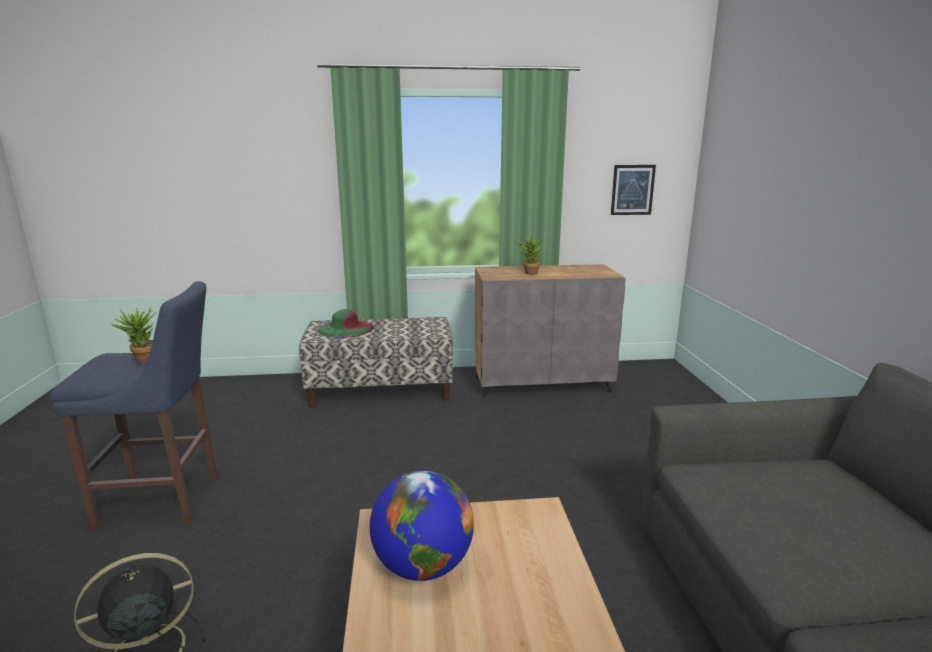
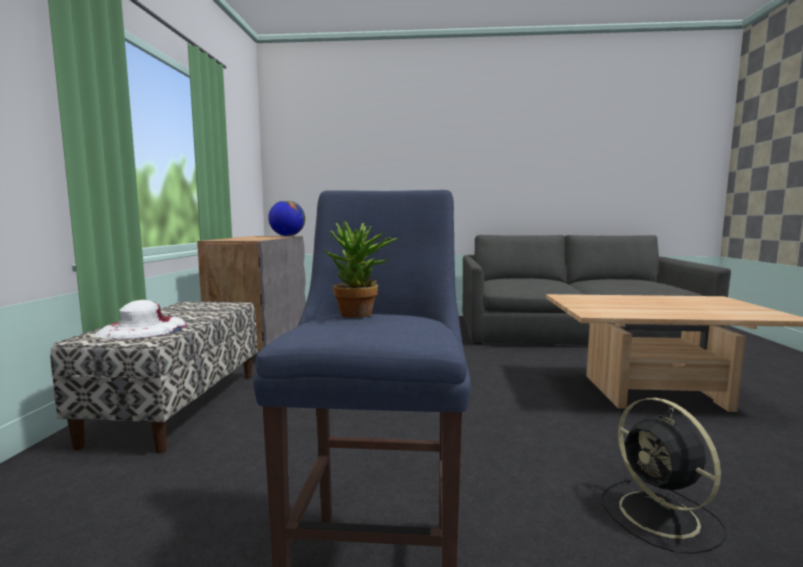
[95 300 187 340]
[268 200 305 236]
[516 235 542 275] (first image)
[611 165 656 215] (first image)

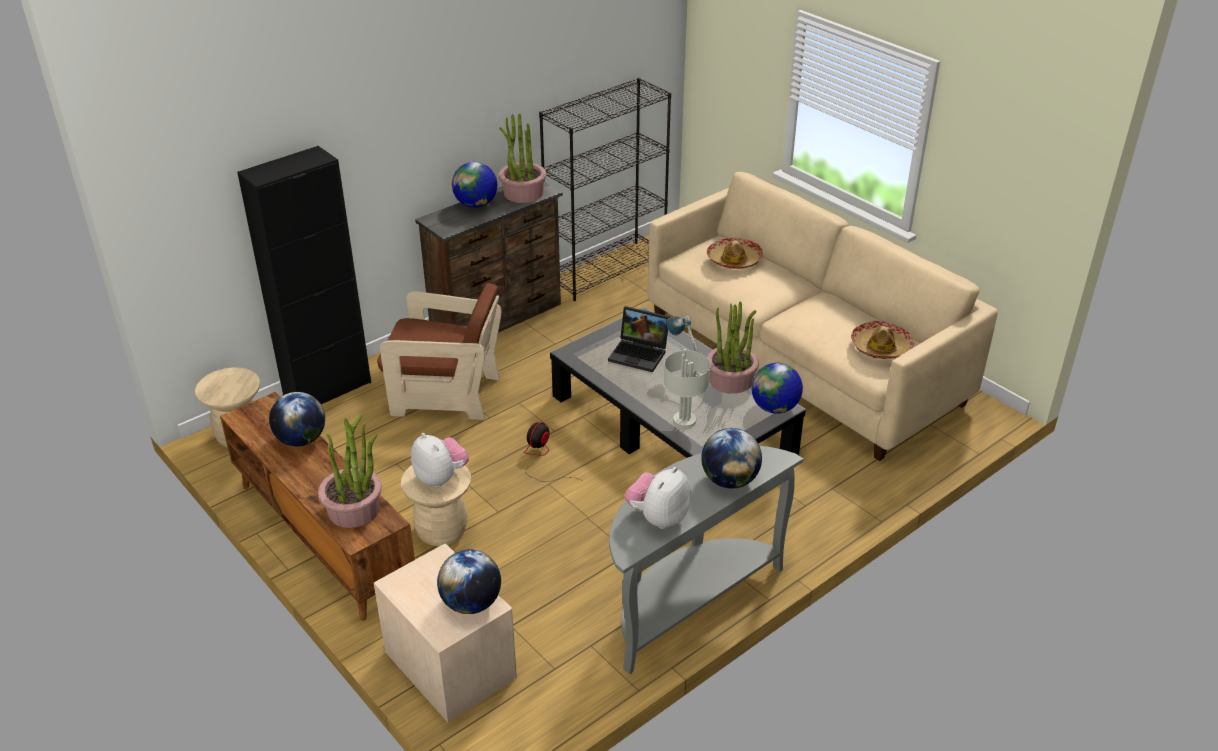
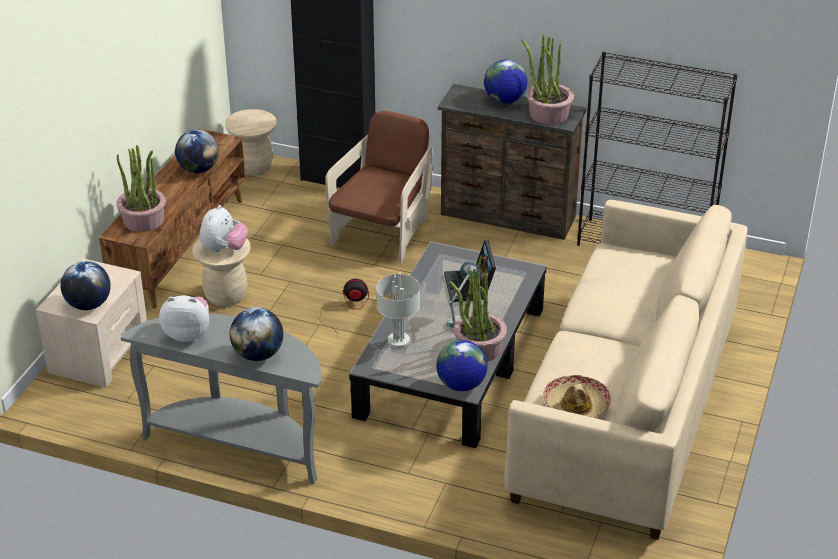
[325 111 433 263]
[707 238 763 269] (first image)

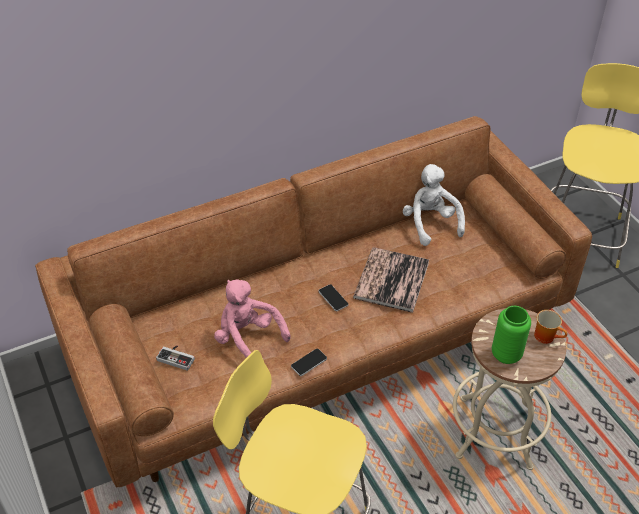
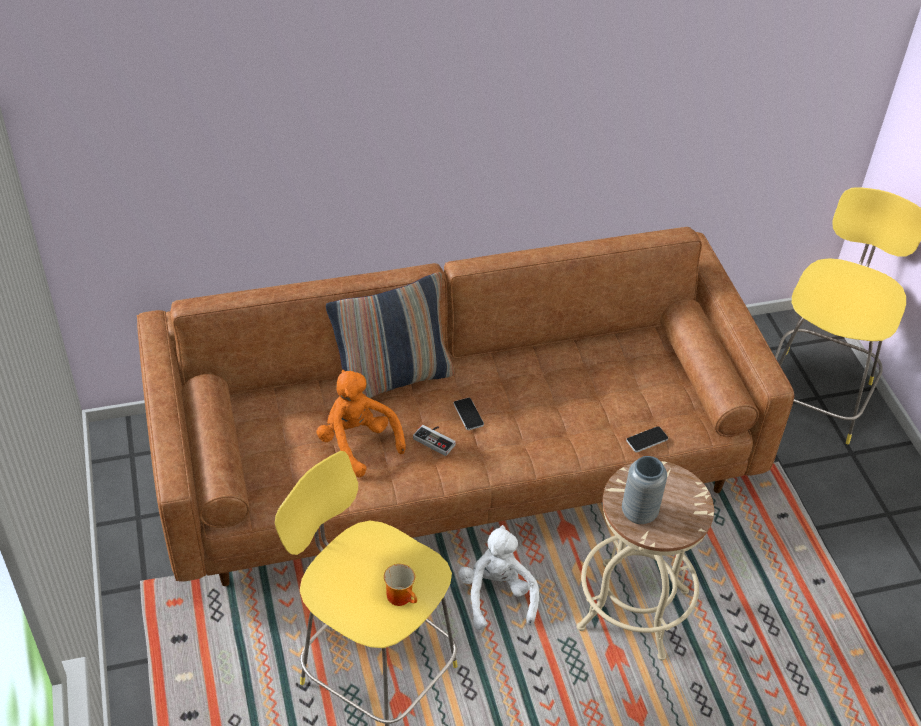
[316 370 406 477]
[326 272 455 398]
[384 564 417 606]
[413 425 456 456]
[458 525 539 630]
[622 456 667 524]
[626 426 668 452]
[353 247 429 313] (first image)

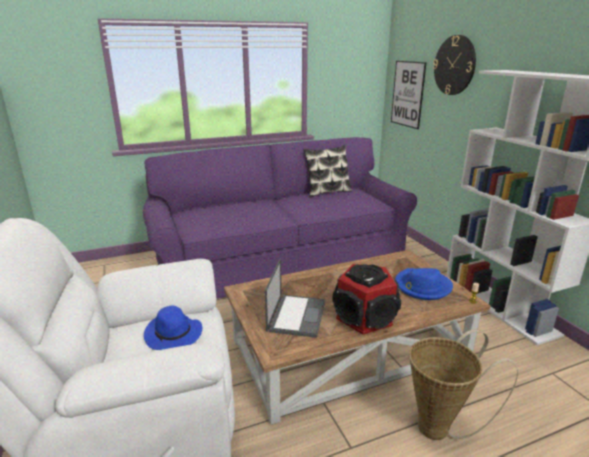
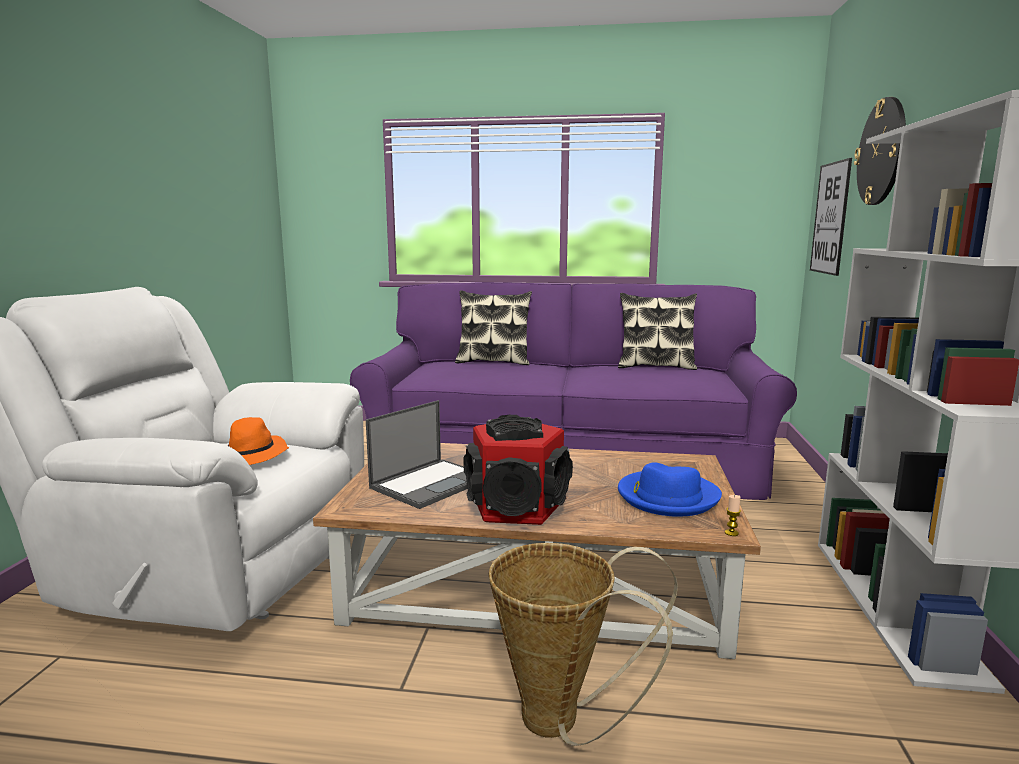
[227 417 289 465]
[455 290 532 365]

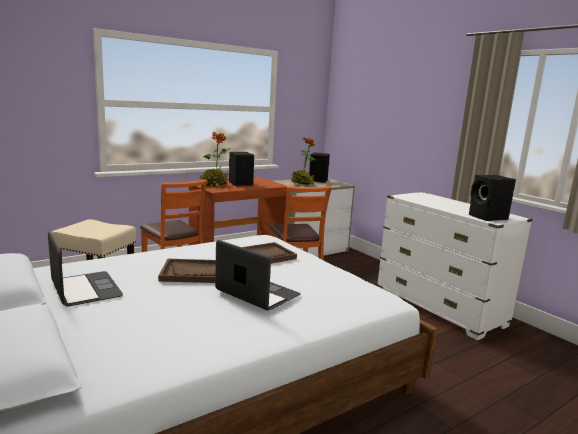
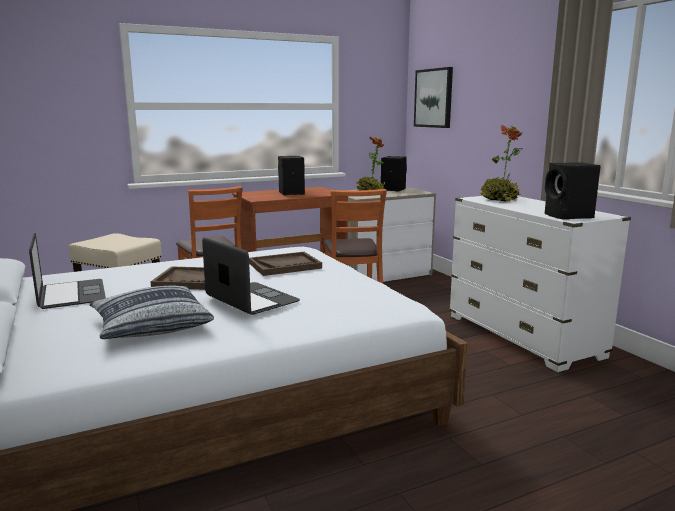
[90 286 214 339]
[414 67 453 128]
[480 125 523 202]

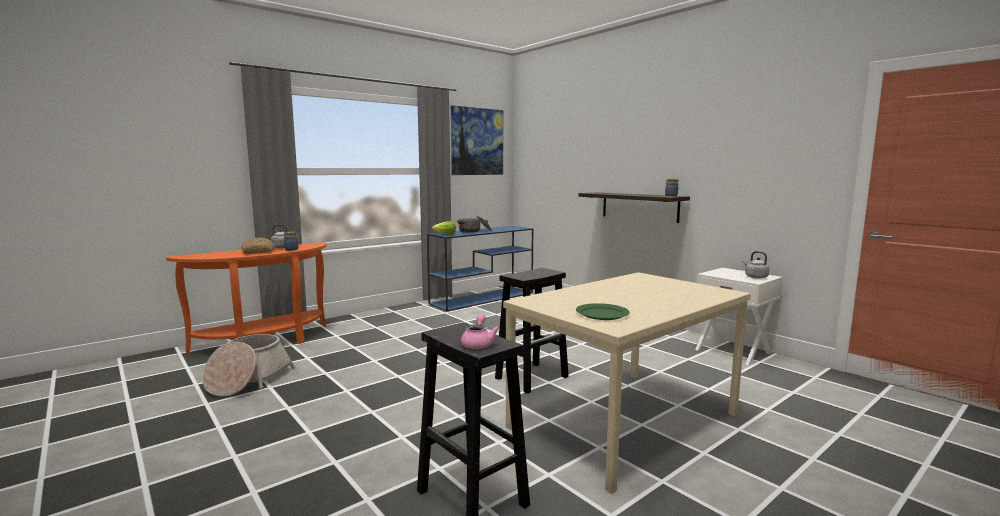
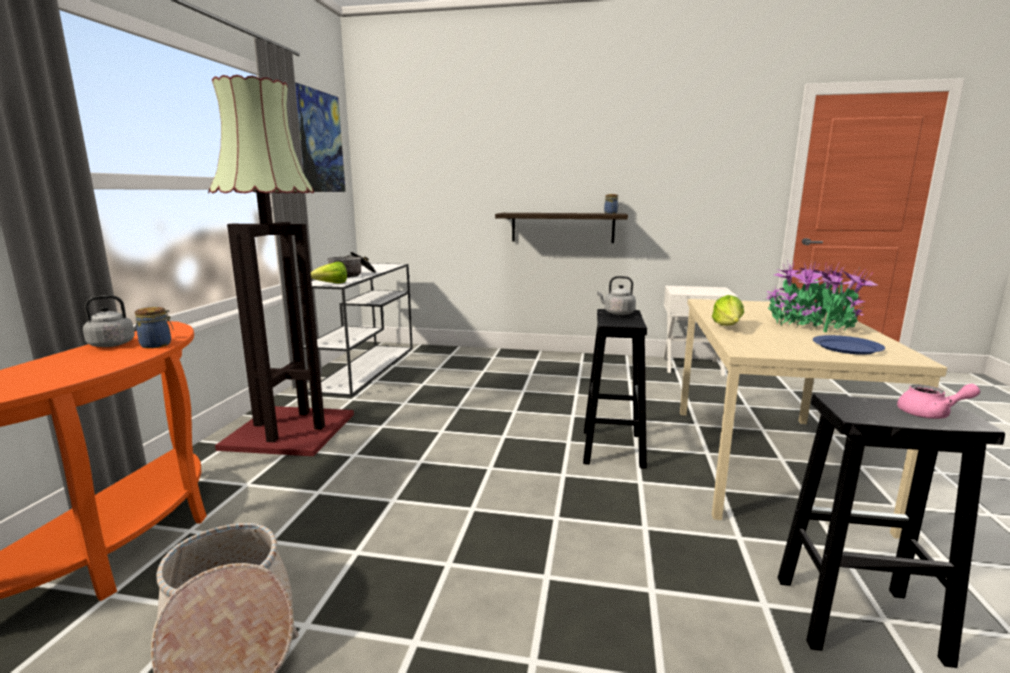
[208 75 354 456]
[297 263 413 397]
[597 276 636 315]
[712 295 744 326]
[766 260 877 332]
[813 335 885 355]
[897 384 980 419]
[241 237 275 254] (first image)

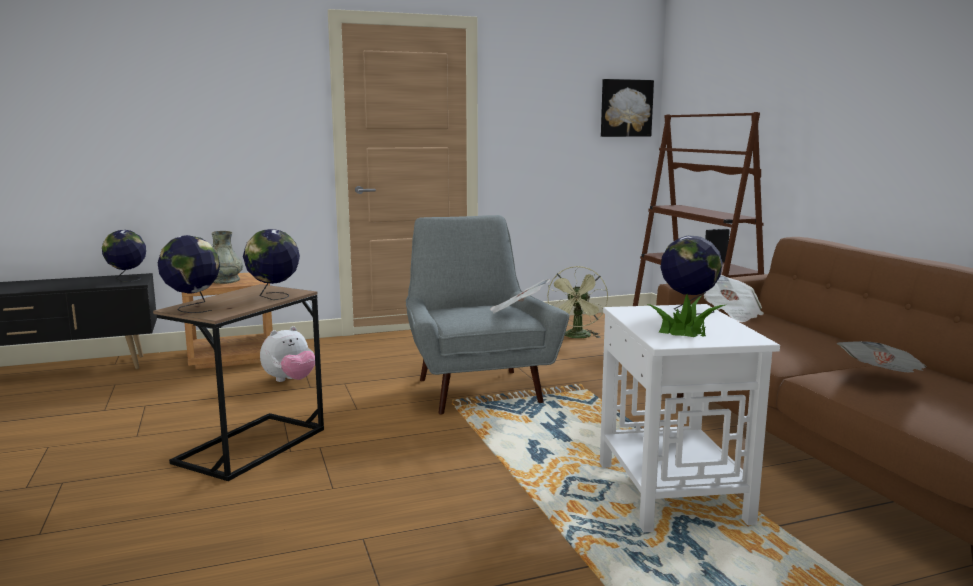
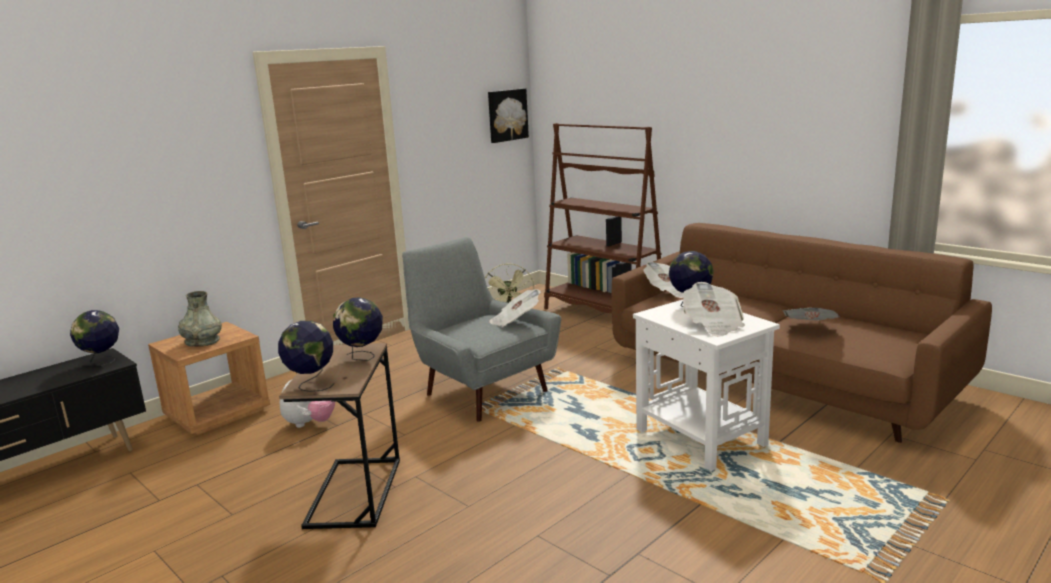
[683 282 745 337]

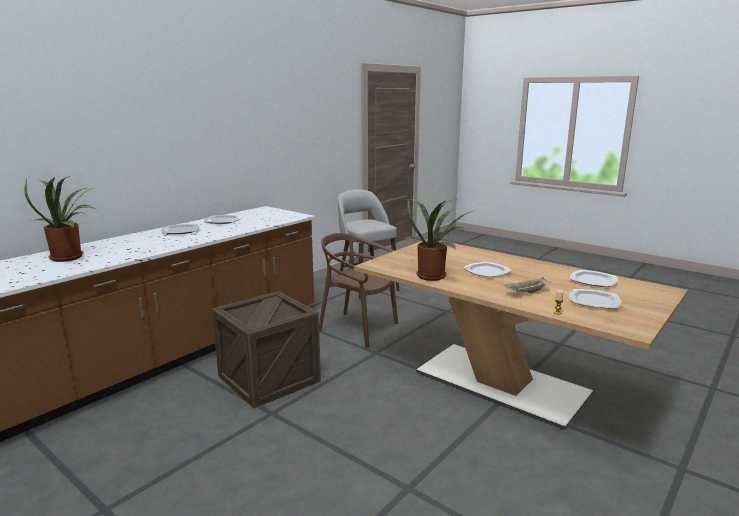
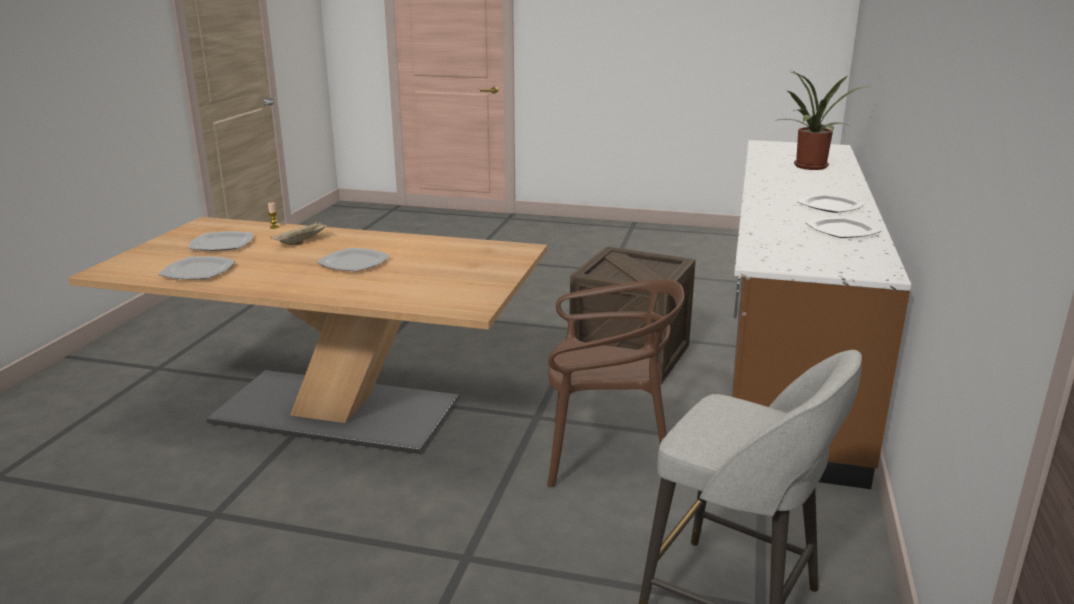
[405 199 474 281] (first image)

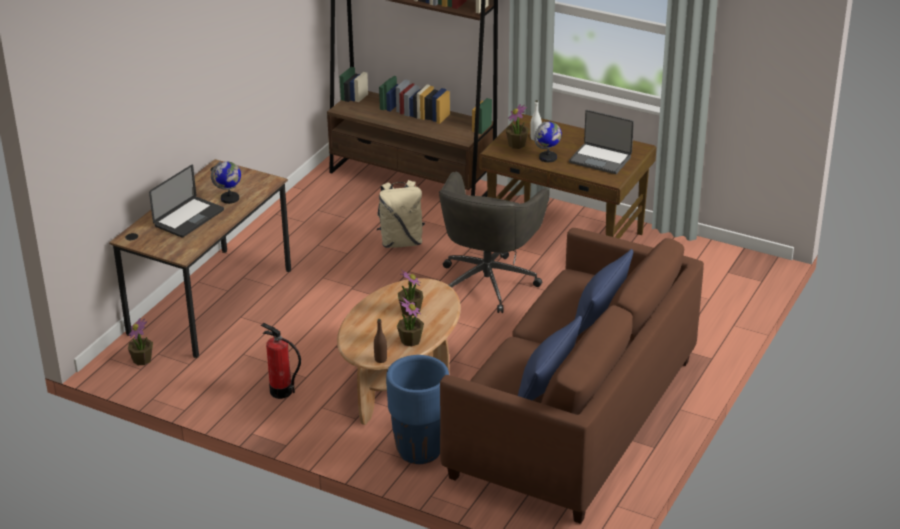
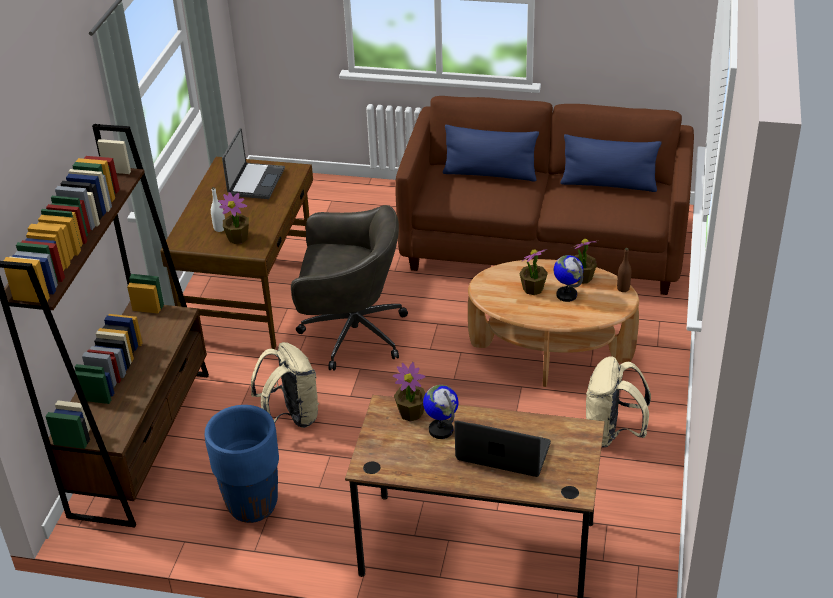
[205 405 279 523]
[393 362 426 422]
[554 255 583 302]
[586 356 651 448]

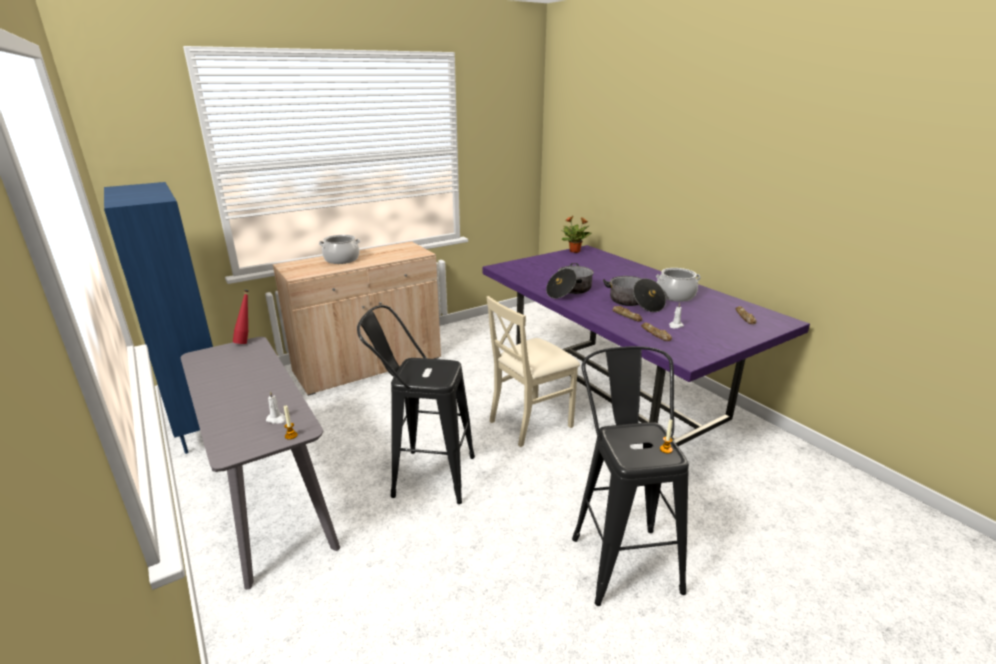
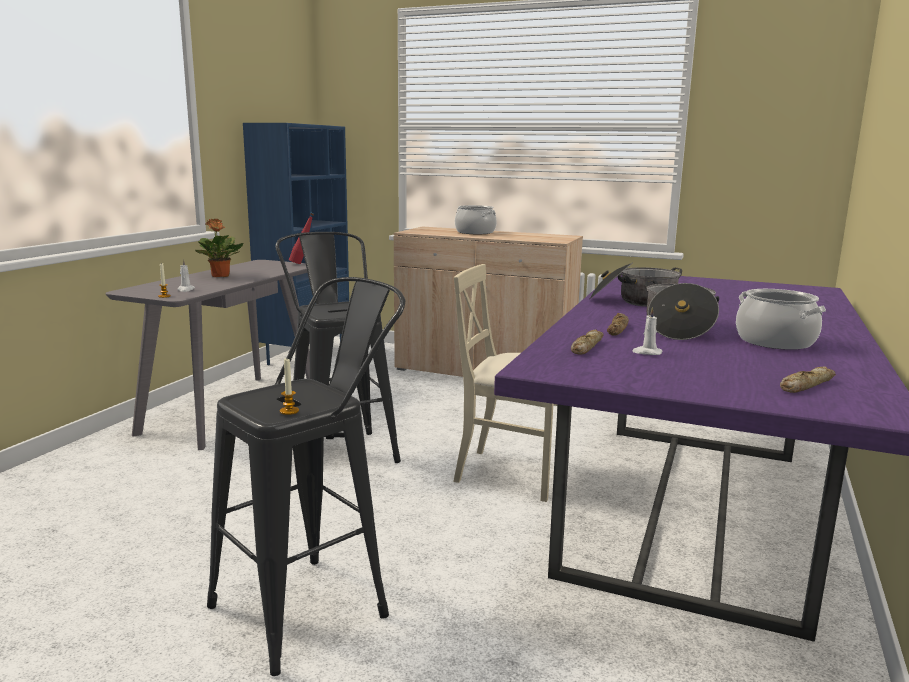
[195 219 243 277]

